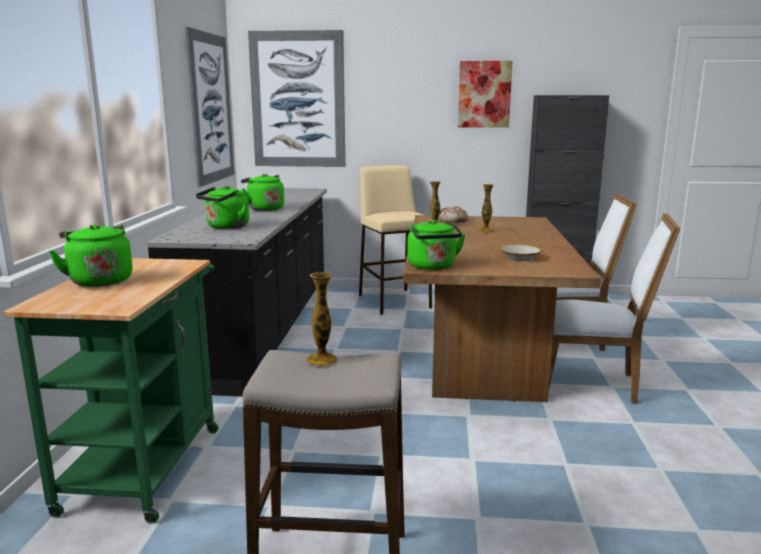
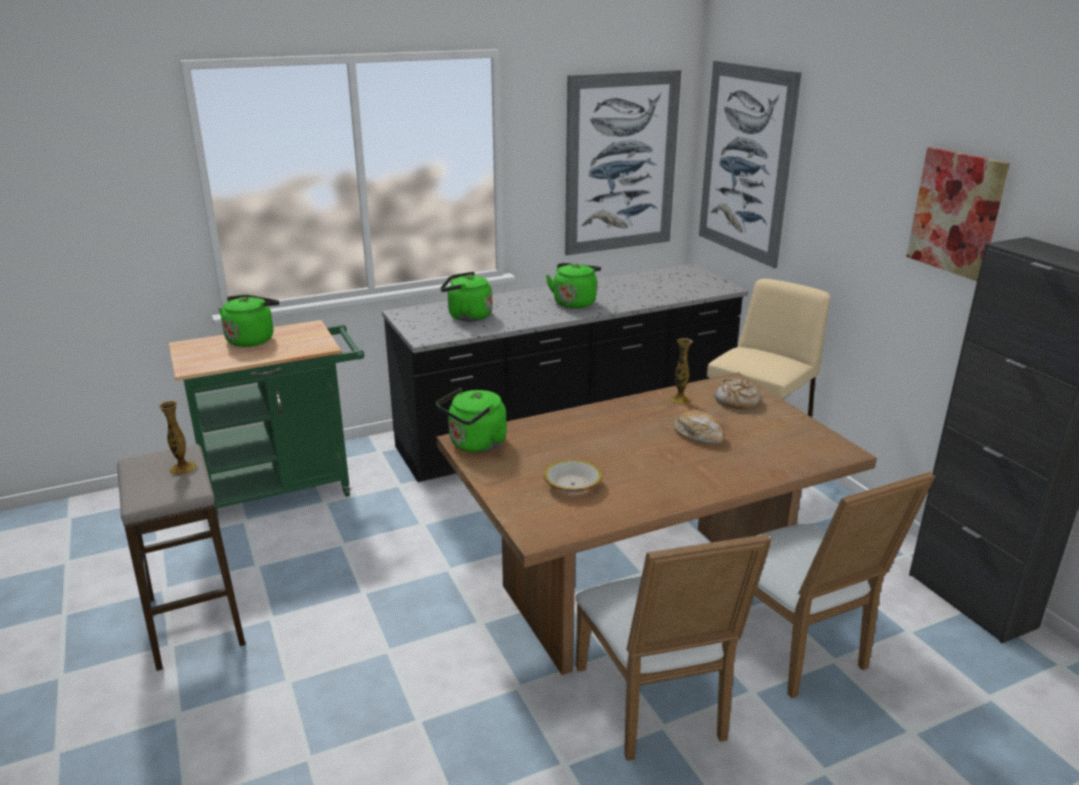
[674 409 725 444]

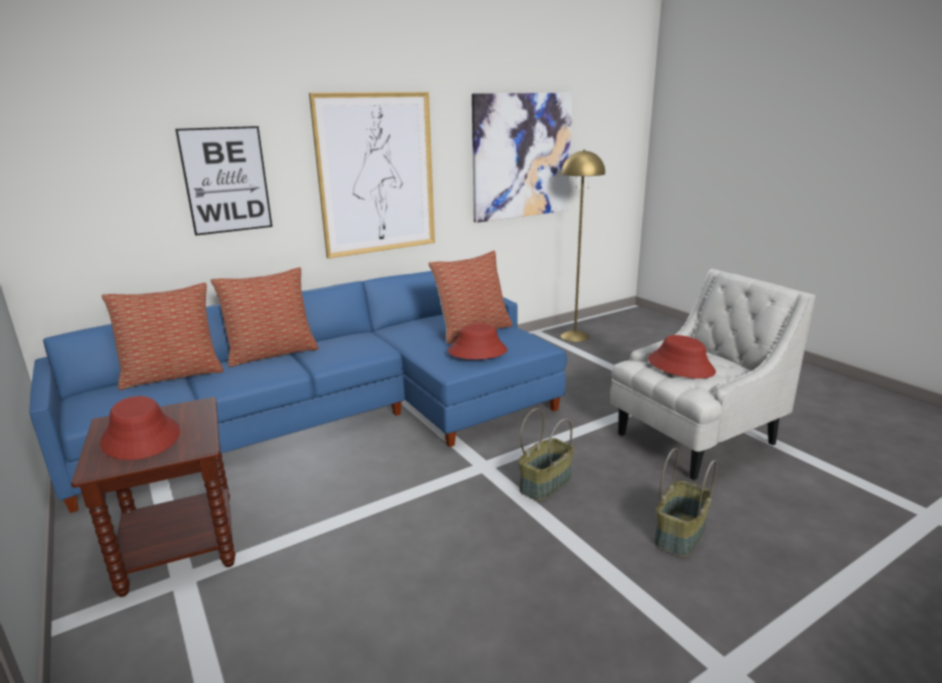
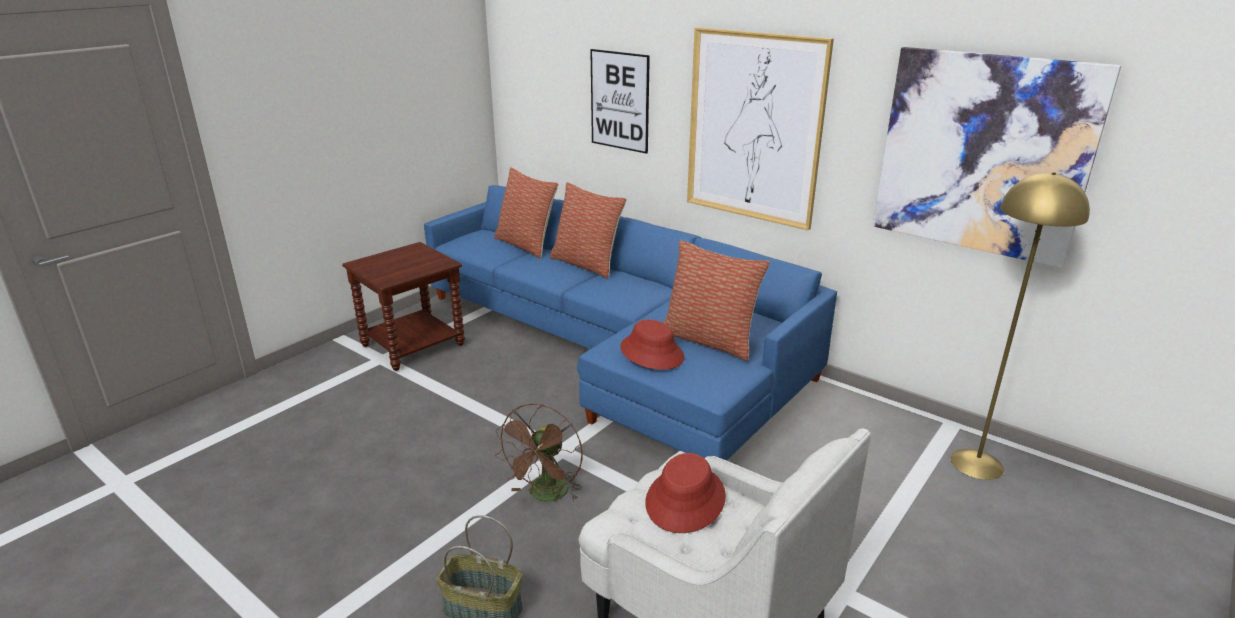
[495 403 583 502]
[100 396 180 460] (first image)

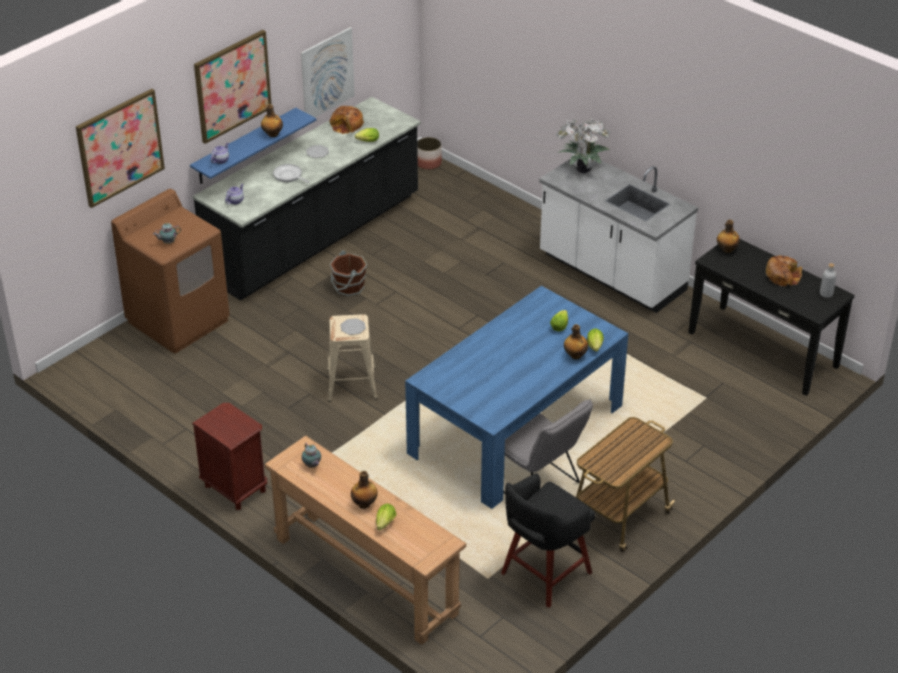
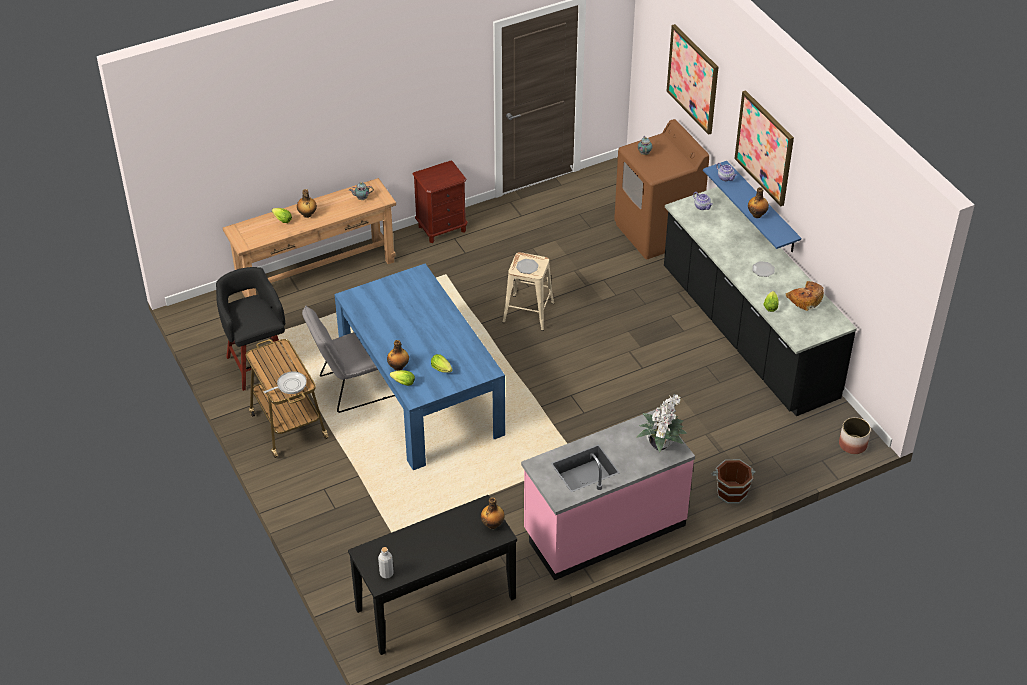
[264 371 307 394]
[521 410 695 580]
[711 460 755 504]
[301 27 355 117] (first image)
[766 256 802 286] (first image)

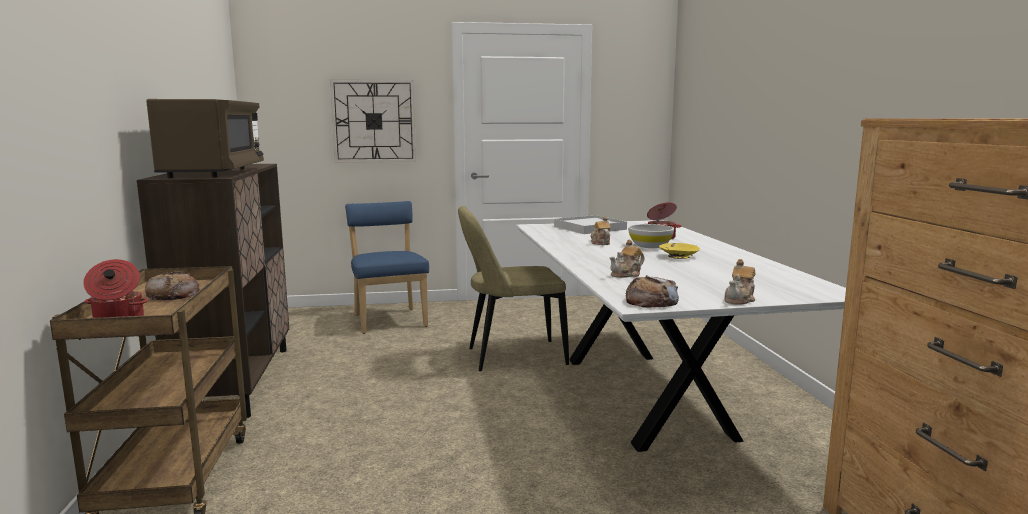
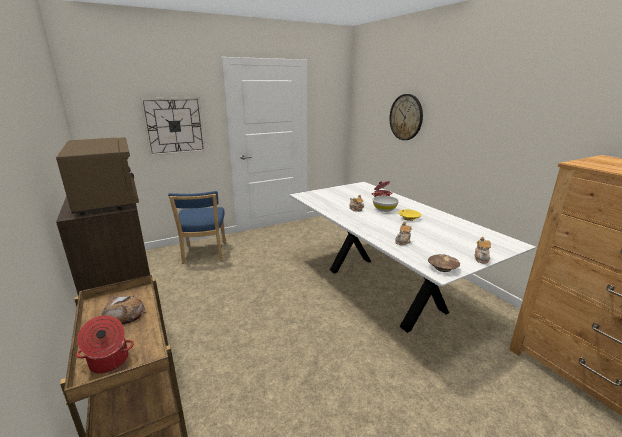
[168 191 226 264]
[389 94 423 140]
[428 254 460 272]
[458 206 569 371] (first image)
[554 215 627 234] (first image)

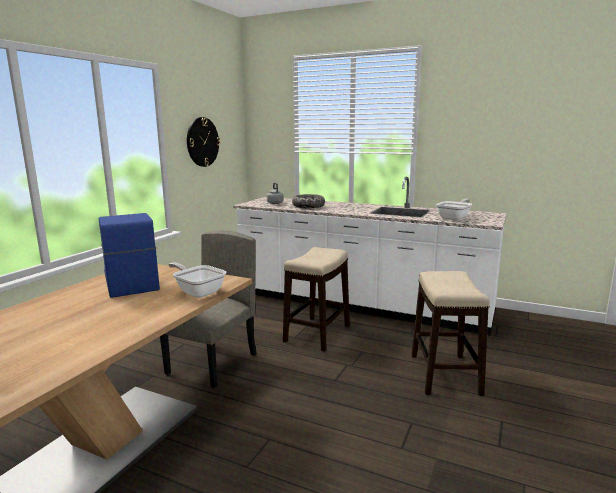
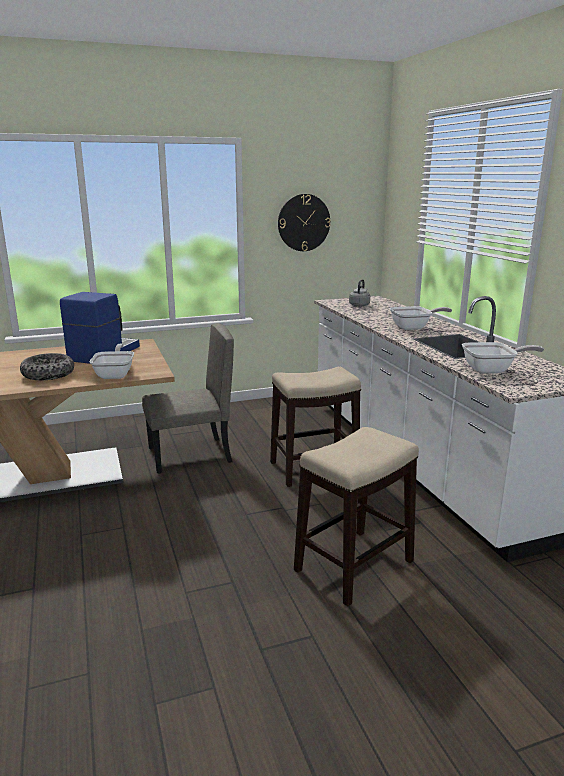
[20 353 74 380]
[390 306 452 330]

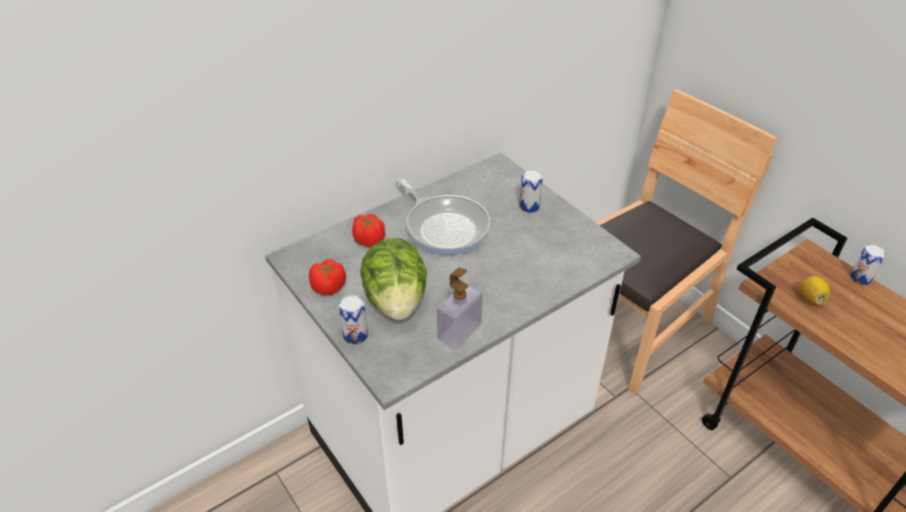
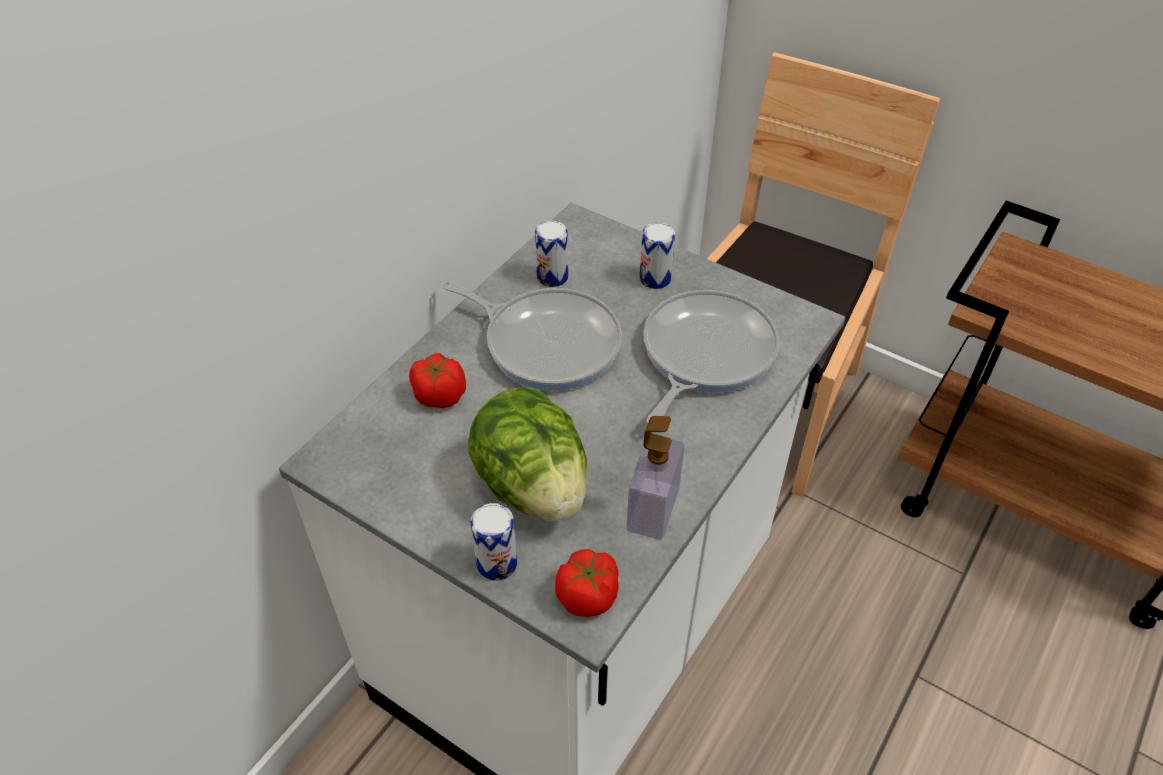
[535 221 568 287]
[555 549 619 617]
[643 290 779 423]
[799 276 830 305] (first image)

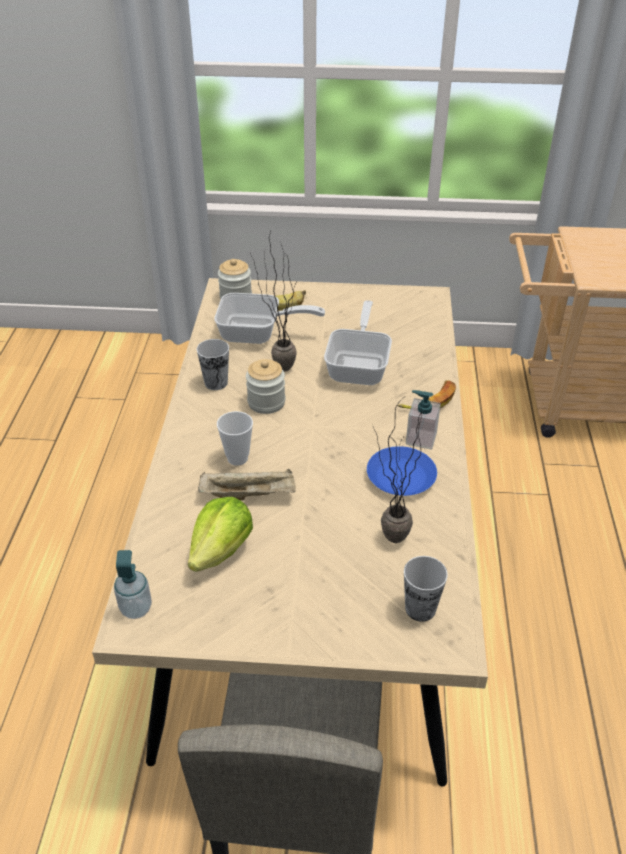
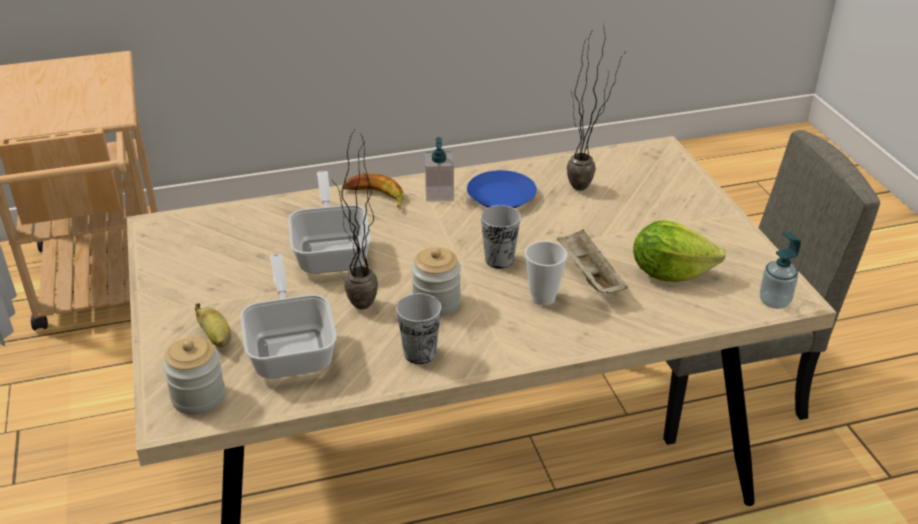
[288 171 371 274]
[481 205 521 269]

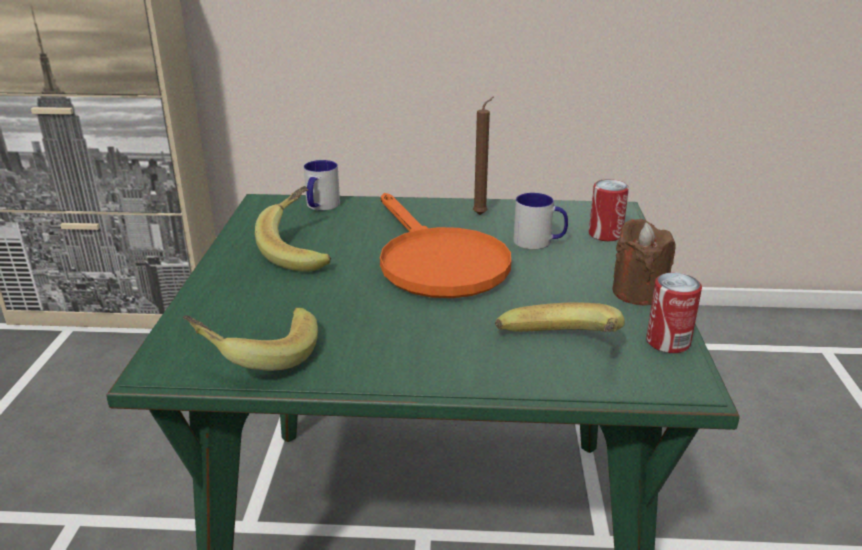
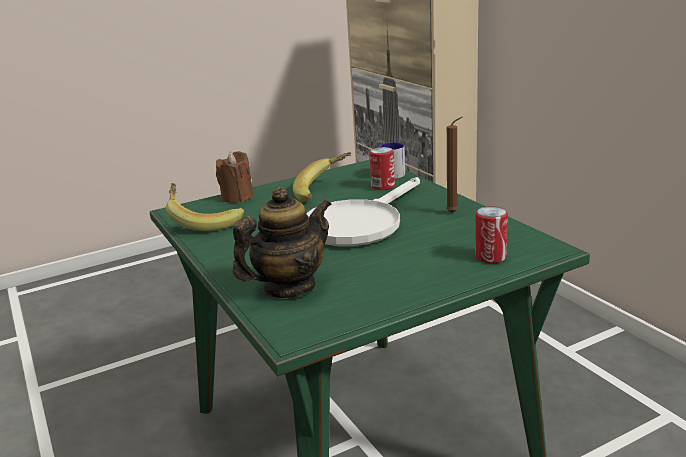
[216 151 253 203]
[233 186 331 298]
[306 177 420 246]
[370 147 395 190]
[513 193 568 250] (first image)

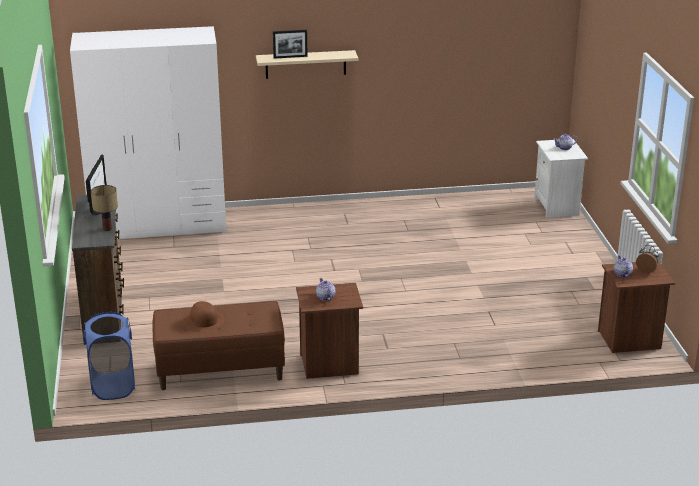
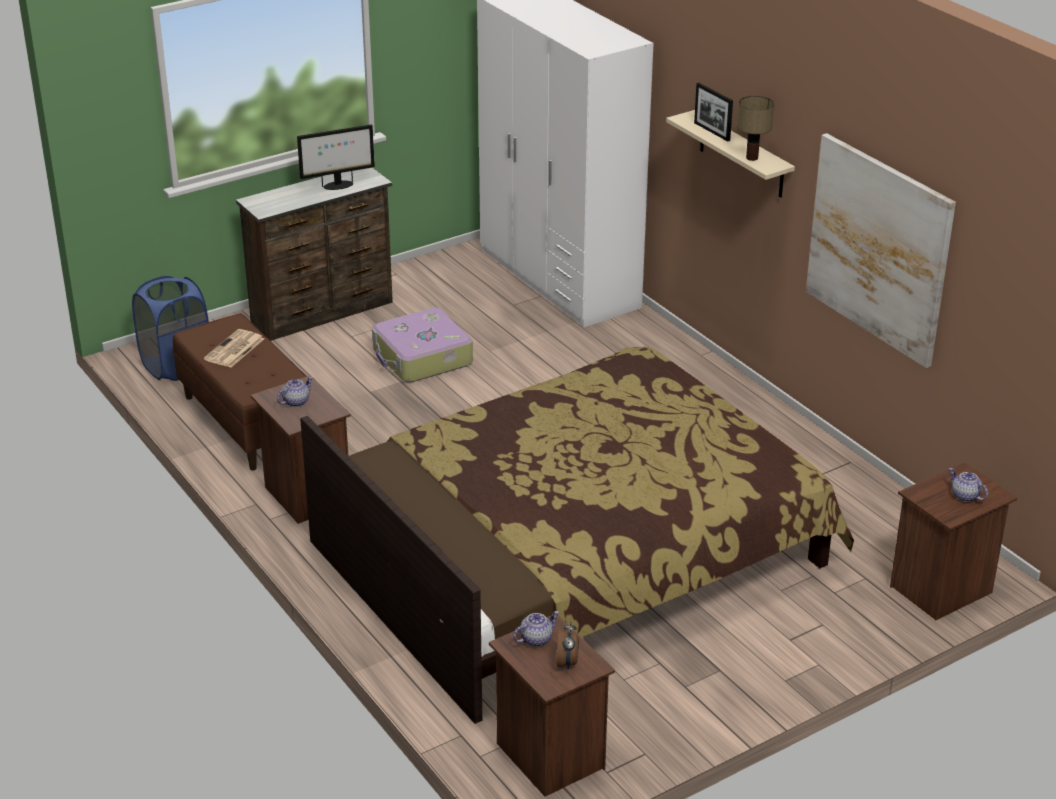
[204 329 264 367]
[300 347 854 724]
[372 308 473 383]
[737 96 774 161]
[806 133 956 368]
[890 463 1017 620]

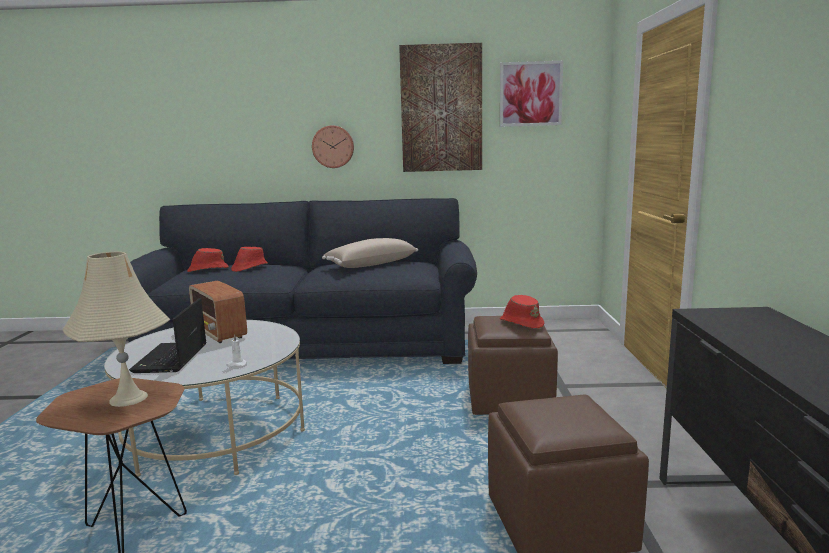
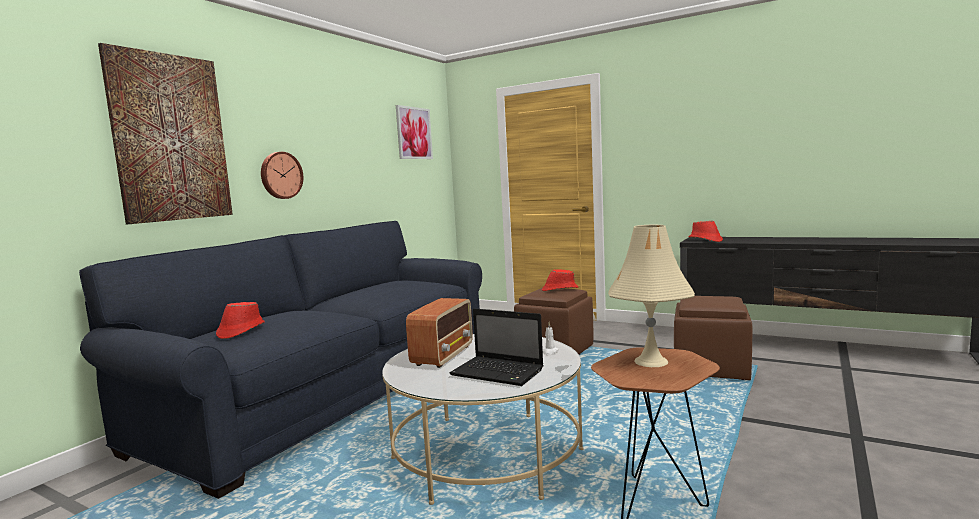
[98 43 233 224]
[406 298 473 368]
[688 220 723 242]
[322 238 418 268] (first image)

